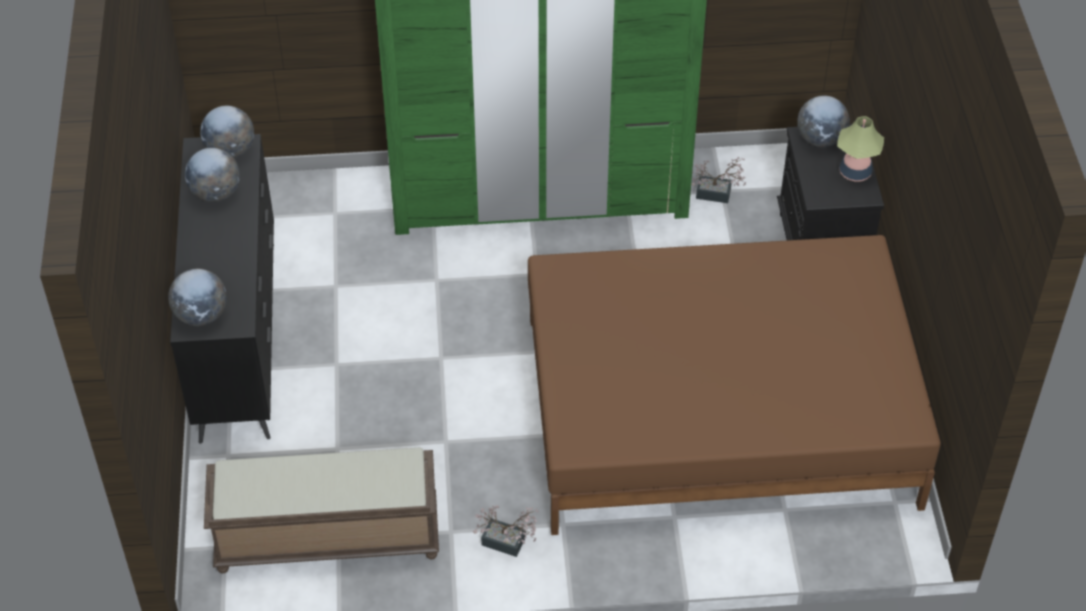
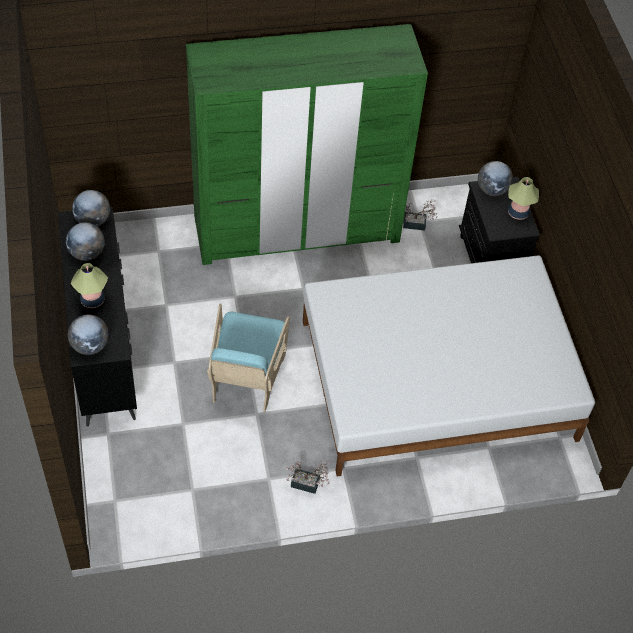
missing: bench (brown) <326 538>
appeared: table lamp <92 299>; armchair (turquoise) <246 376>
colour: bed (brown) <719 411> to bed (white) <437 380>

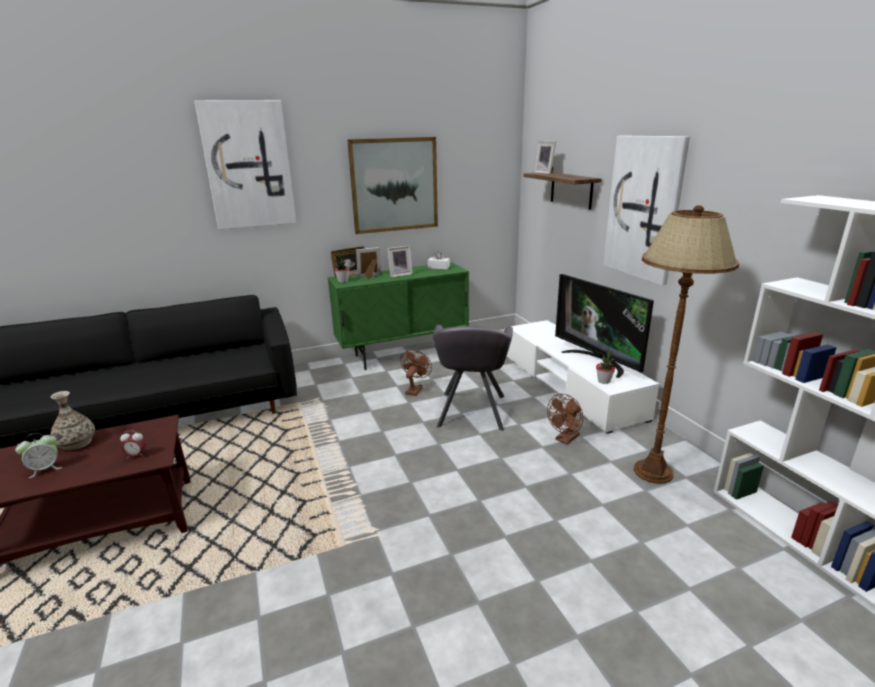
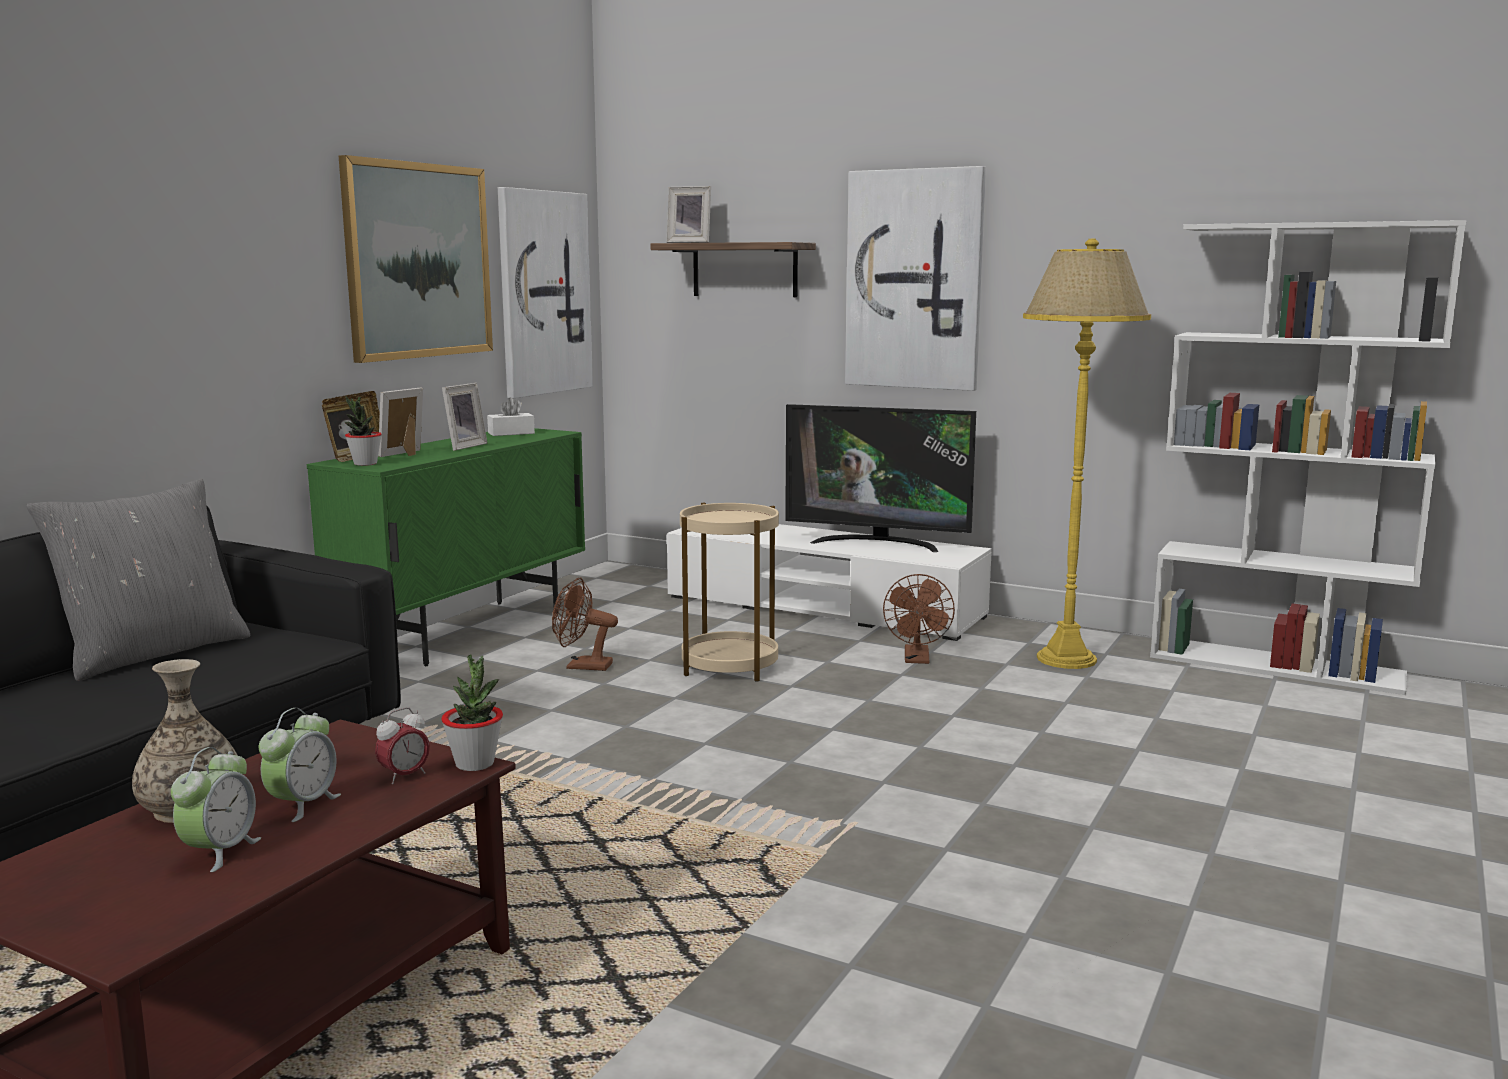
appeared: pillow (grey) <153 652>; alarm clock <303 805>
relocated: potted plant <604 381> to <475 764>; picture <248 165> to <543 293>
exchanged: armchair (grey) <471 411> to side table (beige) <730 666>
colour: floor lamp (brown) <652 472> to floor lamp (yellow) <1066 659>
spun: fan (brown) <415 389> = <582 666> 60 degrees counterclockwise

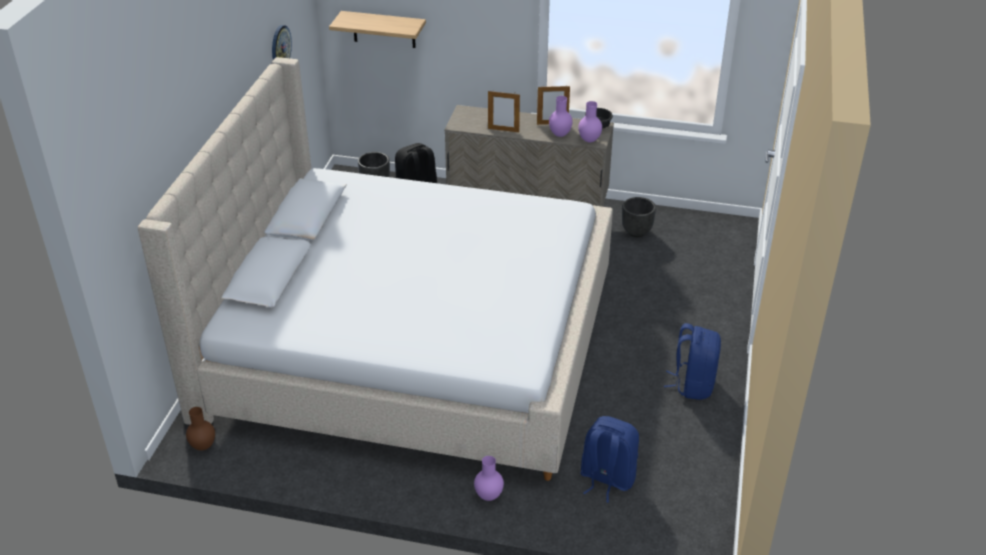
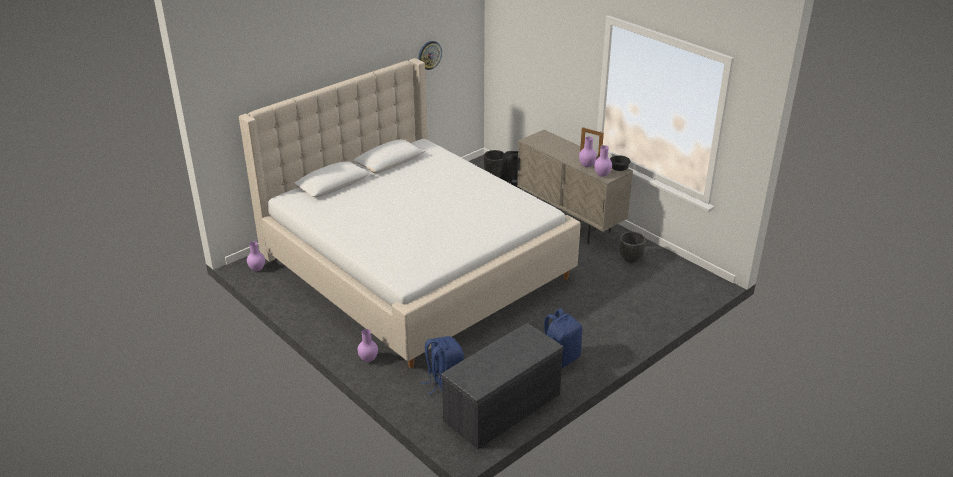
missing: shelf <384 29>; picture frame <503 130>
appeared: bench (grey) <502 408>
colour: vase (brown) <204 446> to vase (purple) <257 269>

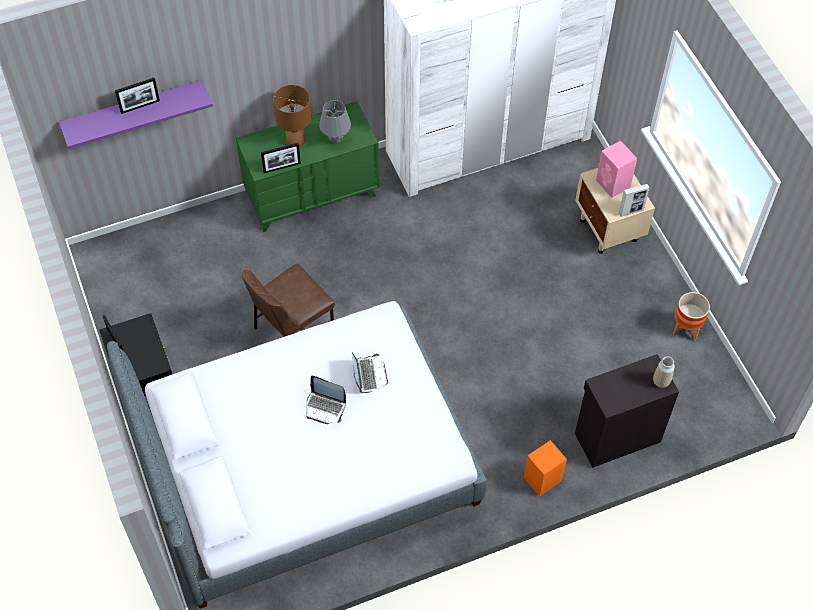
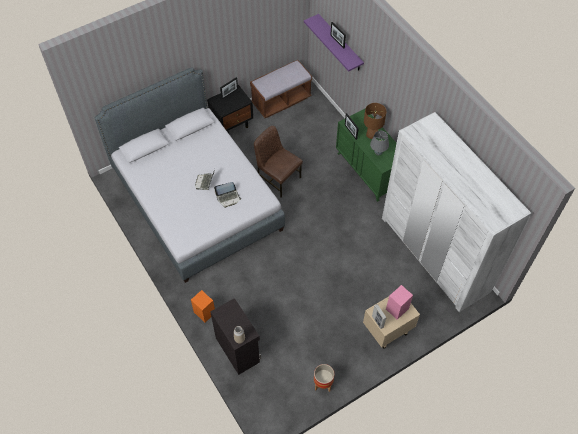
appeared: bench (brown) <281 101>

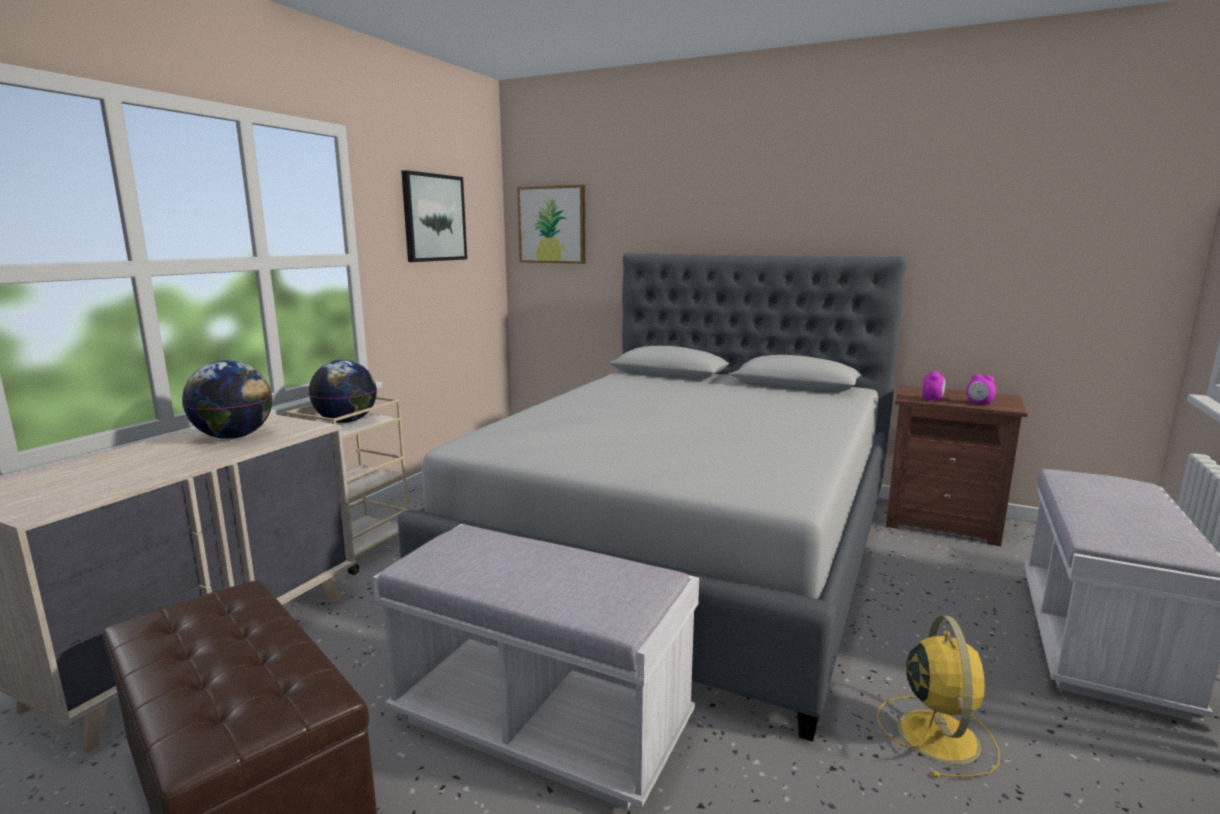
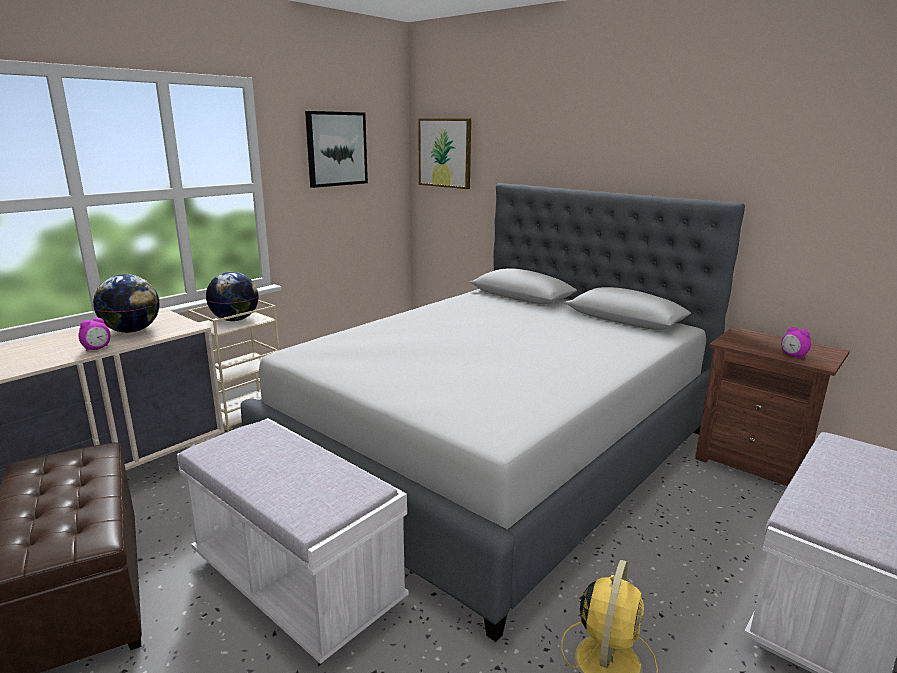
relocated: alarm clock <932 400> to <97 348>

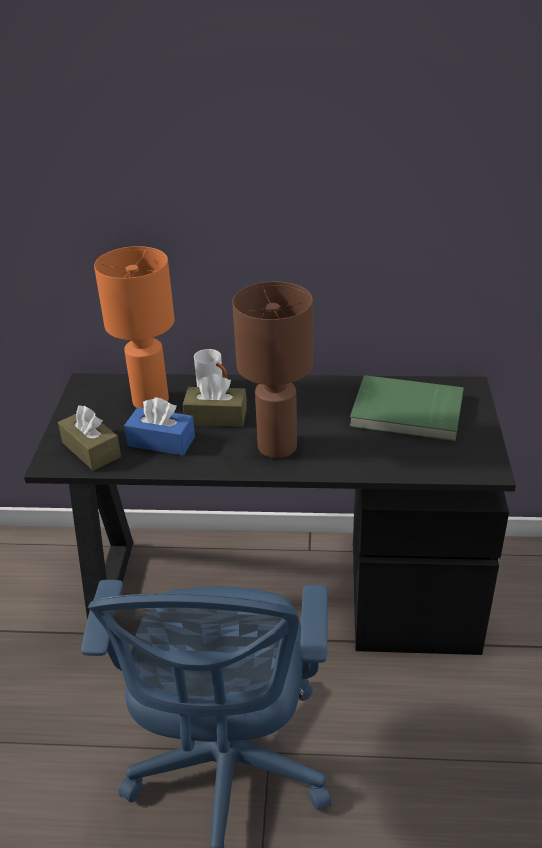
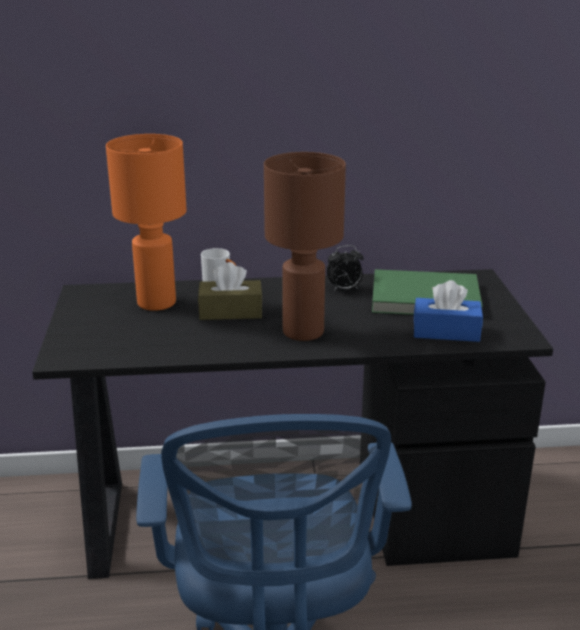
missing: tissue box (brown) <91 449>
appeared: alarm clock <344 289>
relocated: tissue box (blue) <161 441> to <446 332>

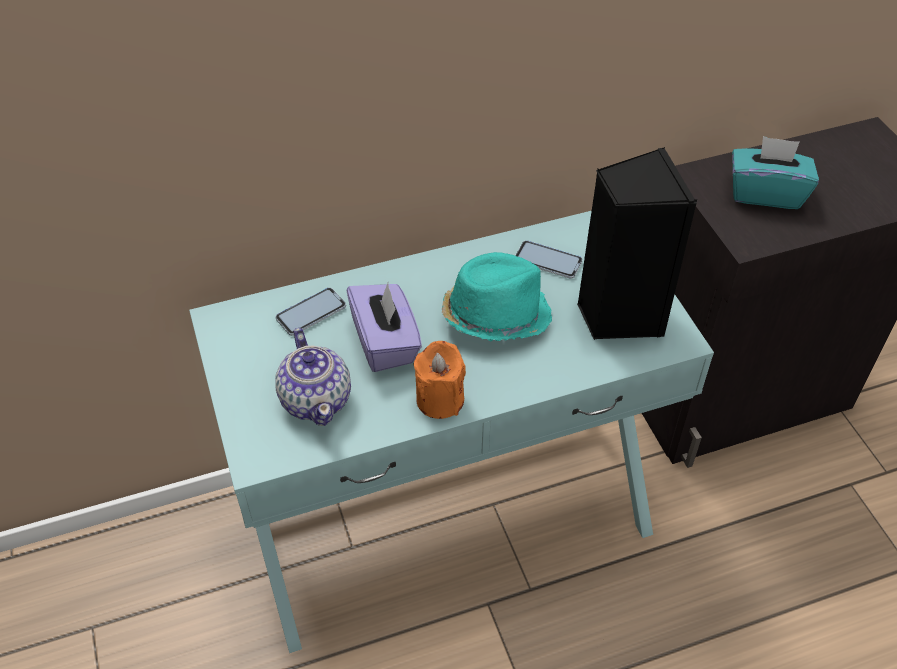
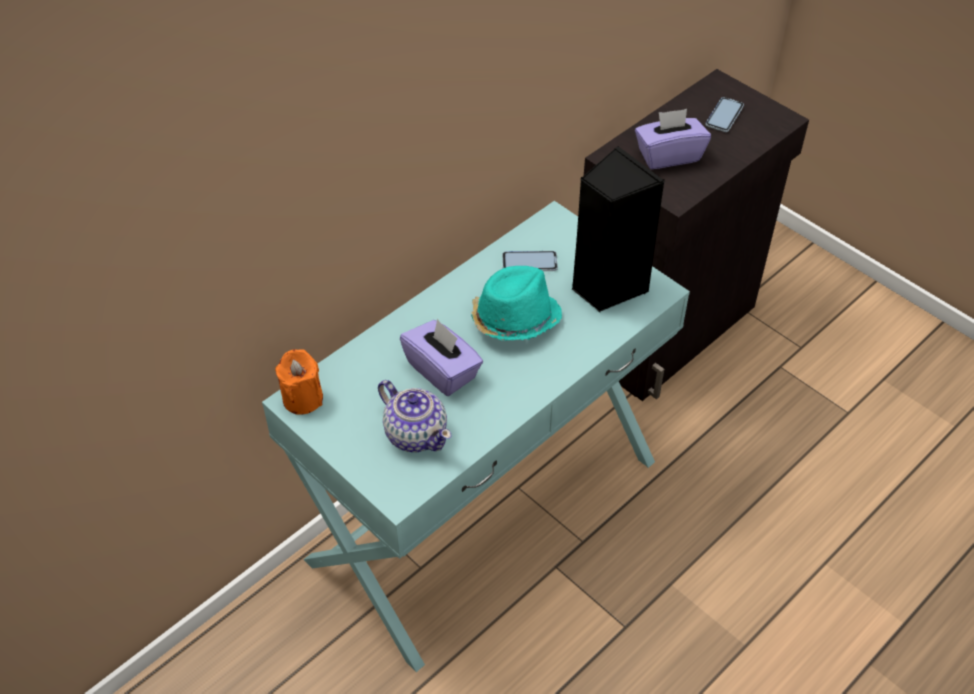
relocated: candle (orange) <440 399> to <302 398>; phone <311 313> to <724 116>
colour: tissue box (turquoise) <765 193> to tissue box (purple) <668 155>

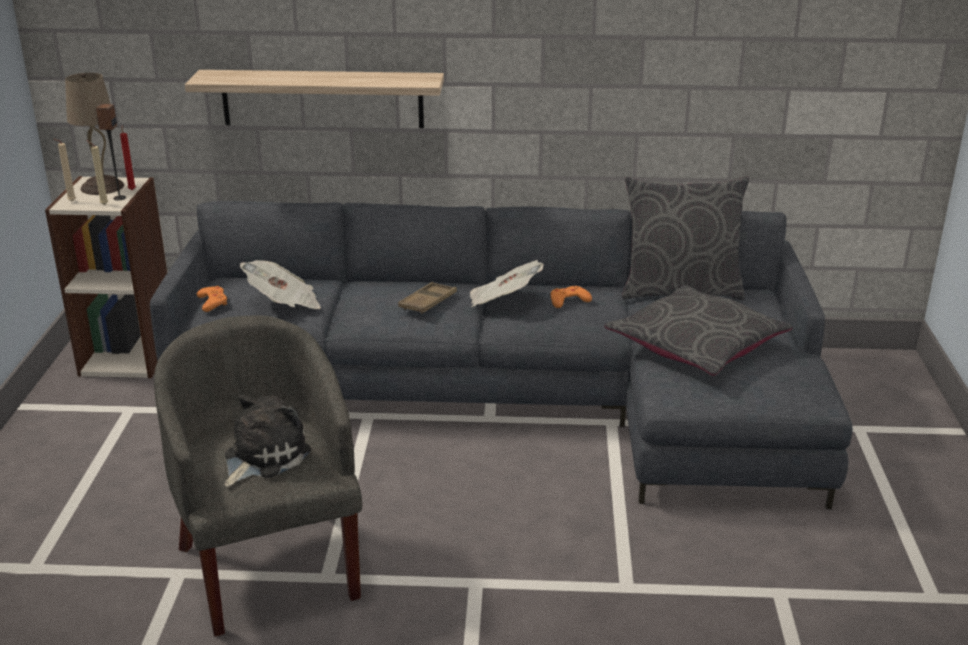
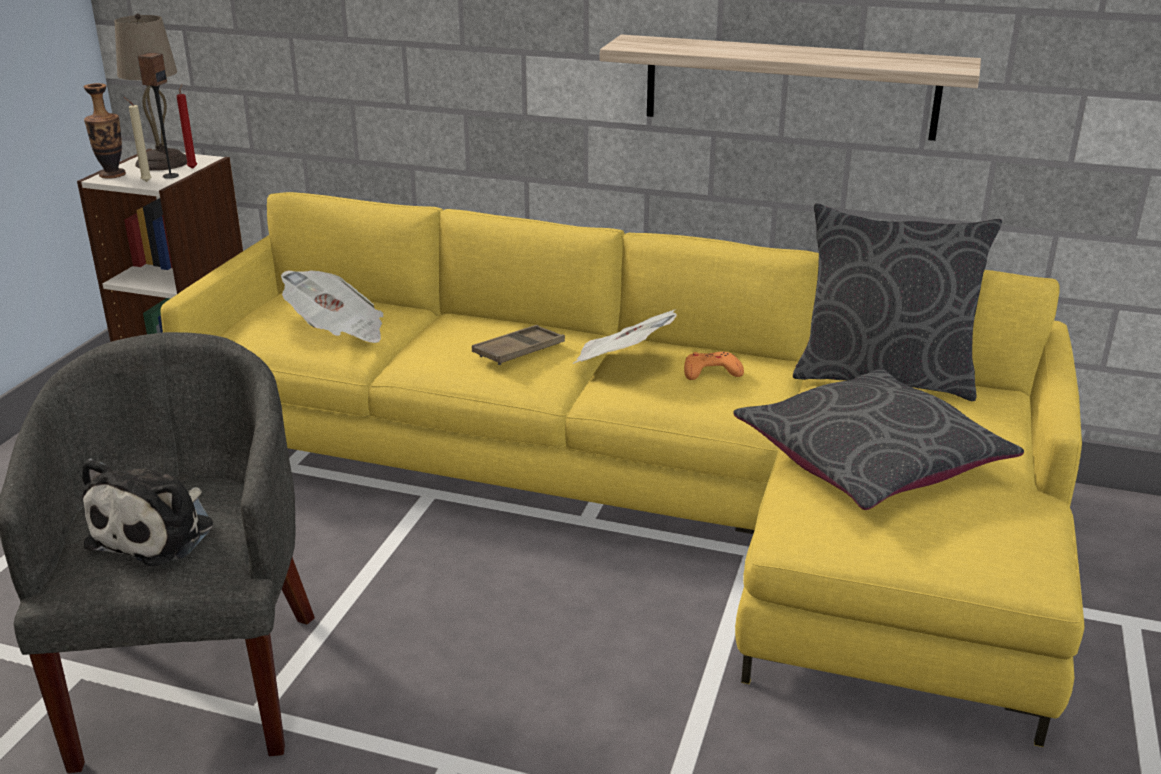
missing: game controller (orange) <212 302>
relocated: shelf <322 98> to <790 87>
exchanged: candle (beige) <70 201> to vase <112 175>
colour: sofa (grey) <520 398> to sofa (yellow) <641 498>
spun: plush toy <263 456> = <157 532> 150 degrees clockwise

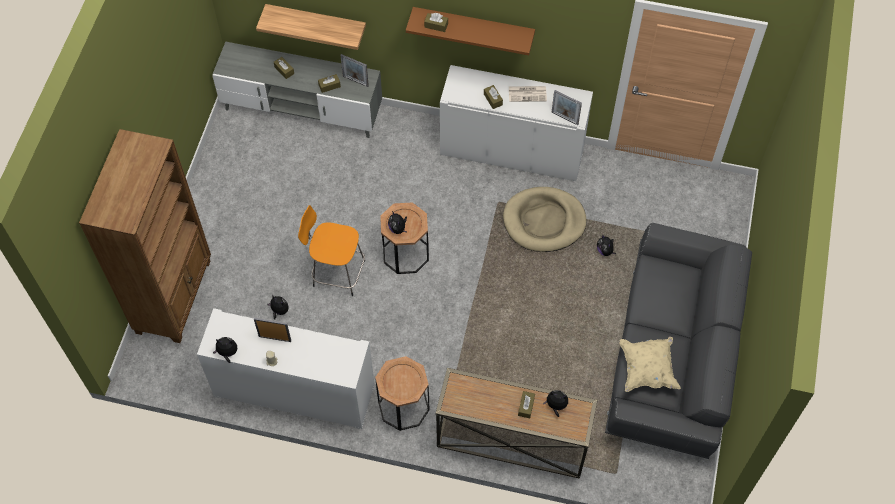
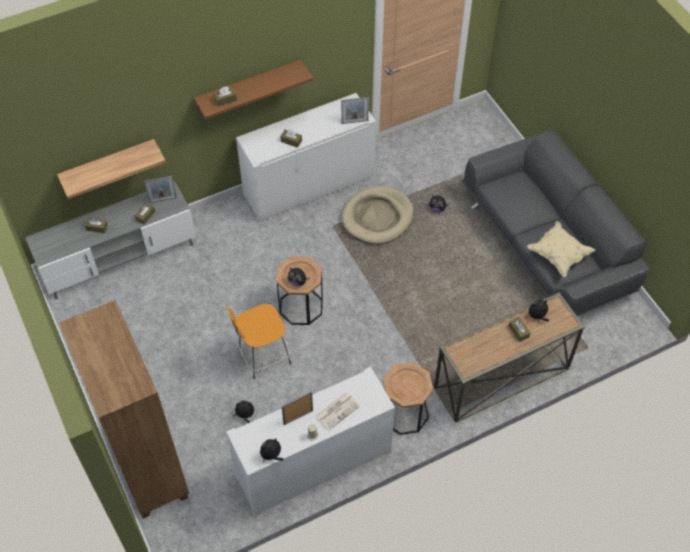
relocated: newspaper <528 94> to <337 410>

